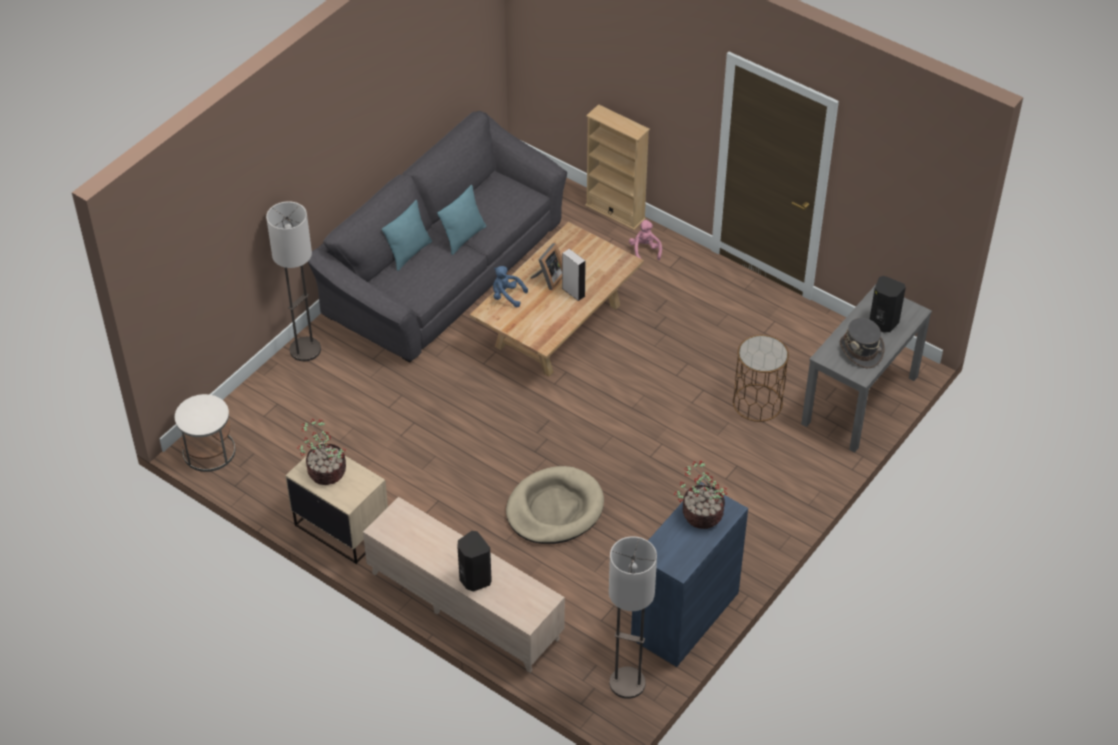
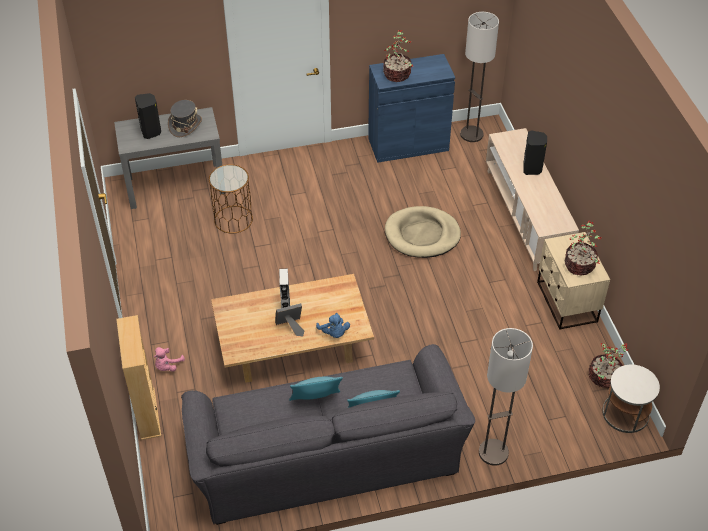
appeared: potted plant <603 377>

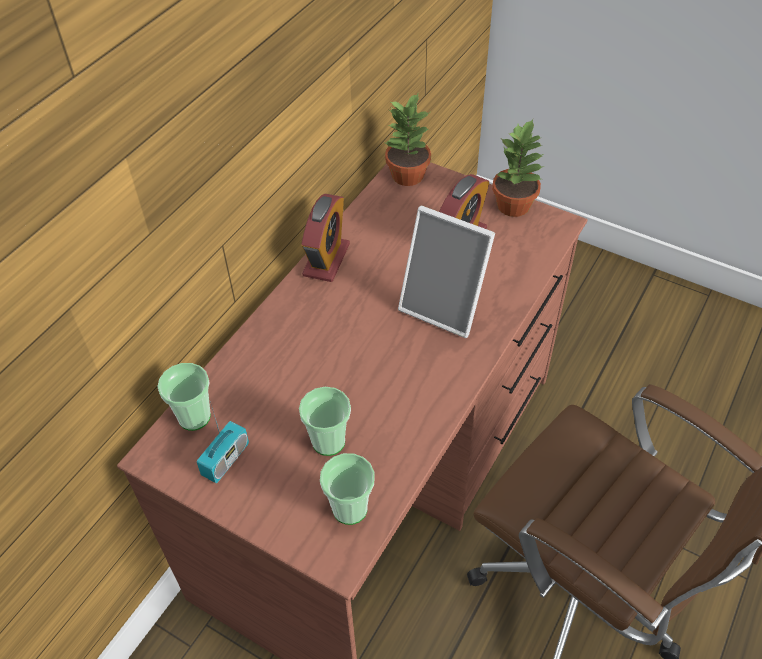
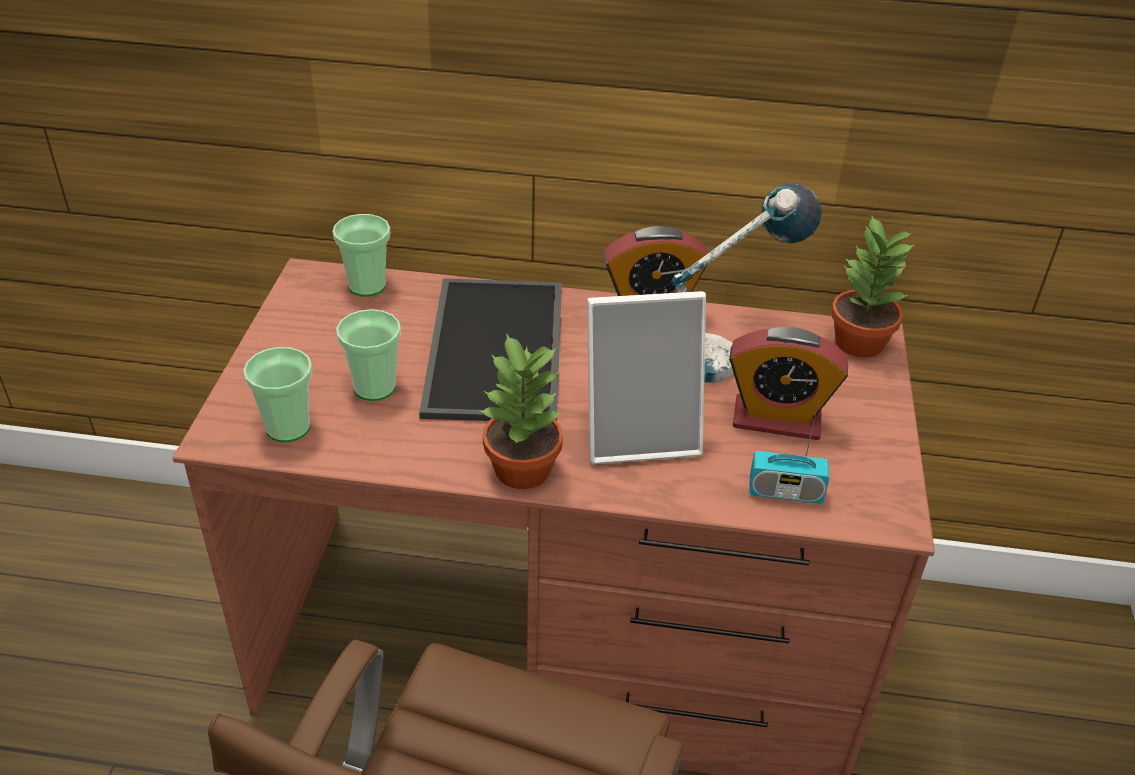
appeared: tray <492 347>; table lamp <728 353>
relocated: potted plant <514 205> to <523 471>; radio <226 460> to <785 492>
spun: picture frame <445 306> = <640 433> 105 degrees counterclockwise

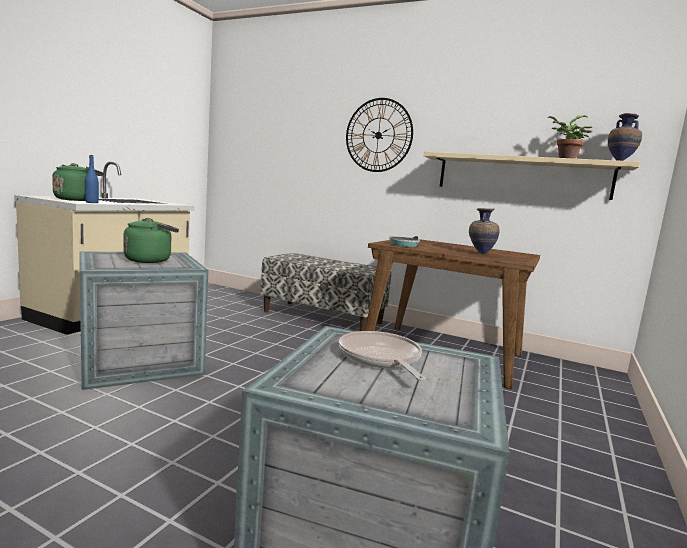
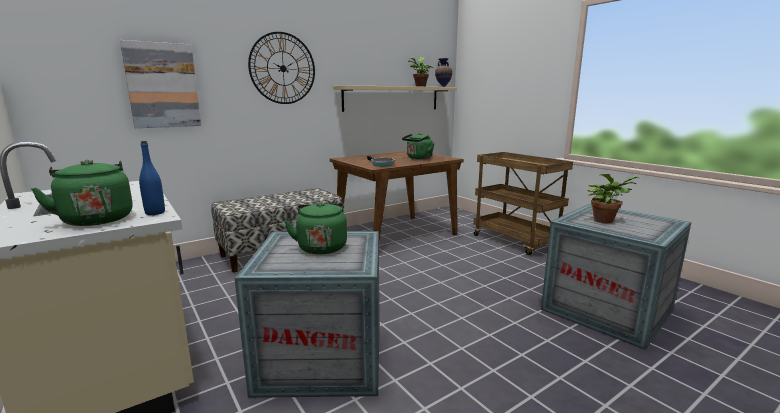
appeared: picture <162 85>; cart (brown) <516 241>
exchanged: vase <480 254> to kettle (green) <418 158>; frying pan <381 358> to potted plant <605 220>

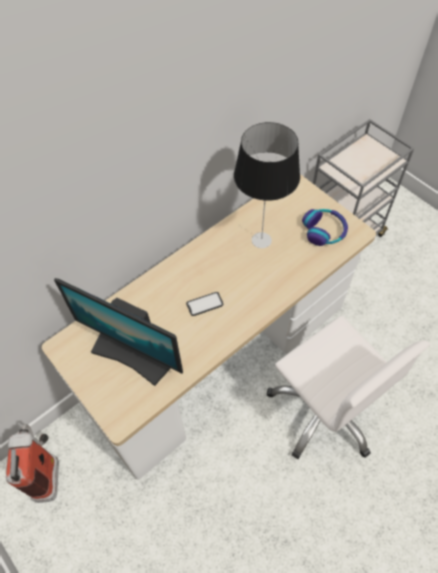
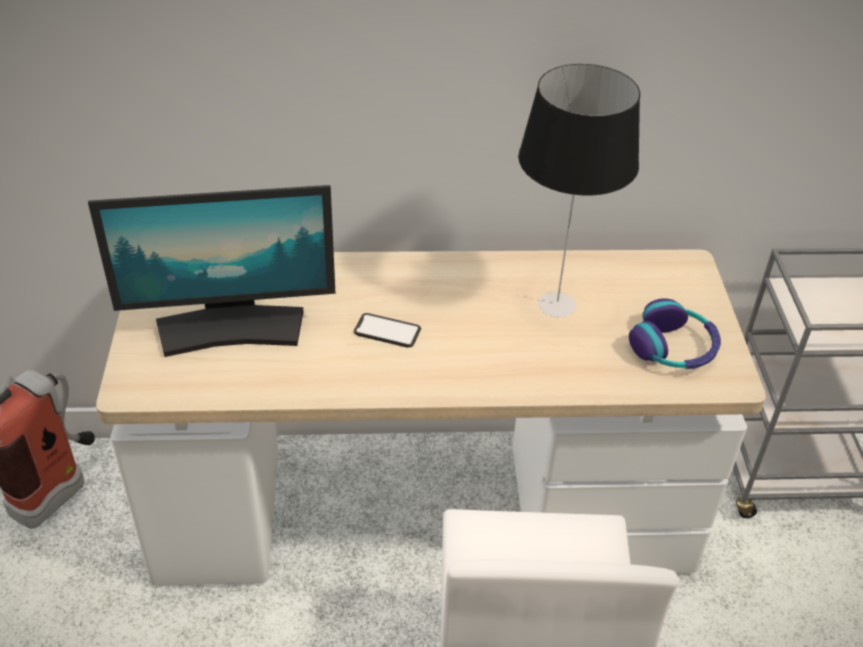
spun: monitor <133 353> = <231 328> 75 degrees counterclockwise

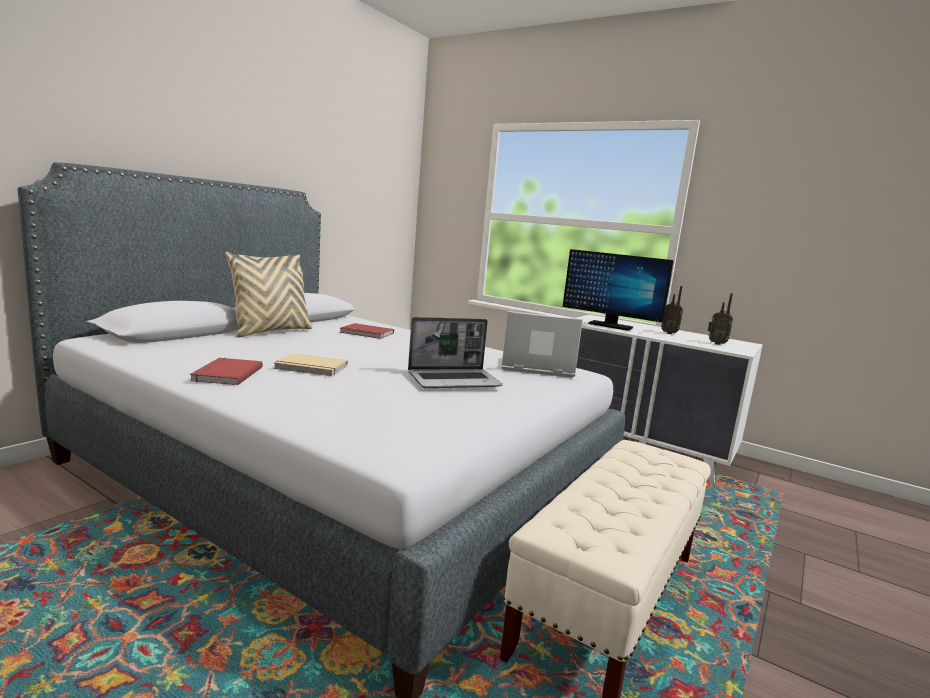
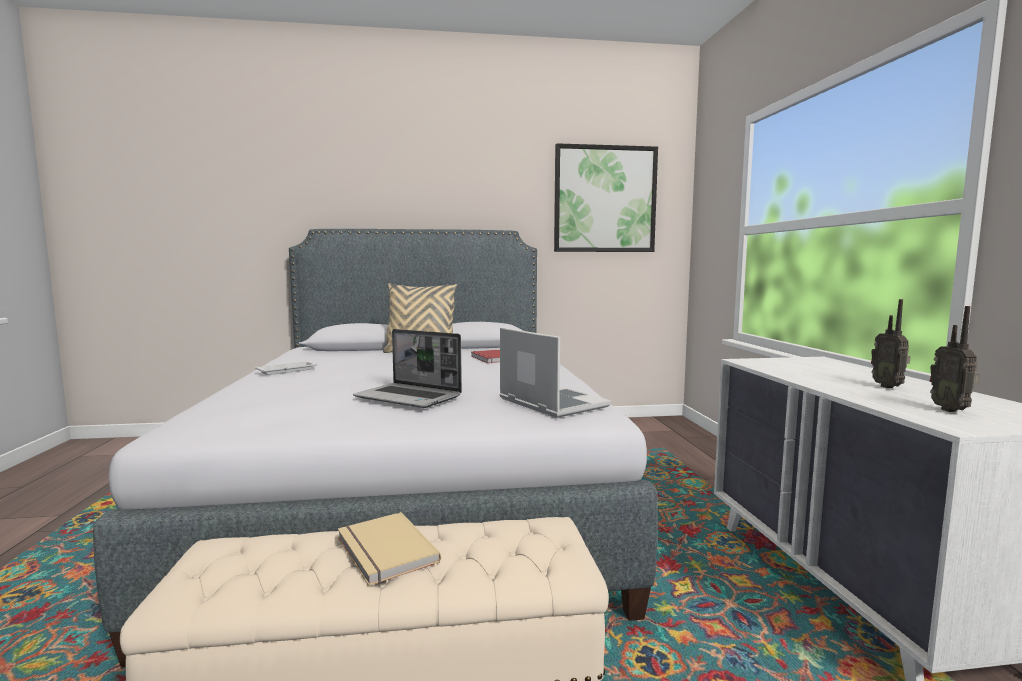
missing: monitor <610 325>
appeared: picture <605 199>
relocated: book (beige) <311 368> to <383 551>
exchanged: book (red) <225 374> to tray (white) <288 371>

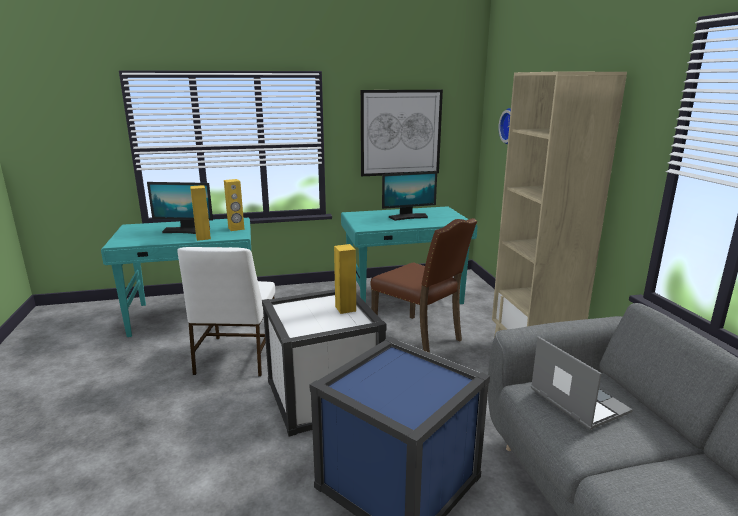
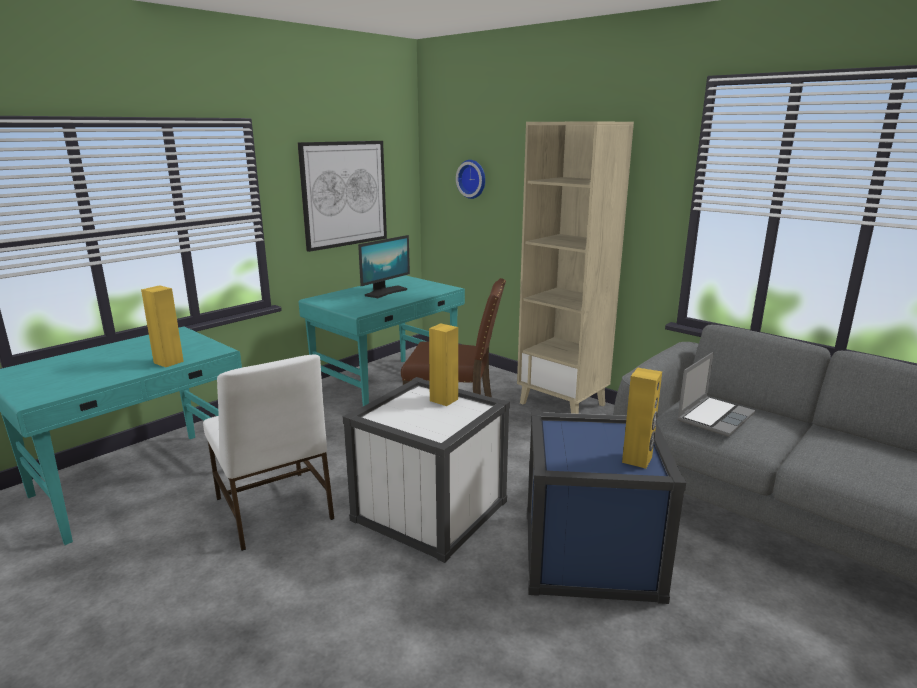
missing: monitor <184 231>
relocated: speaker (yellow) <236 228> to <637 459>
spun: laptop <576 401> = <714 417> 105 degrees clockwise

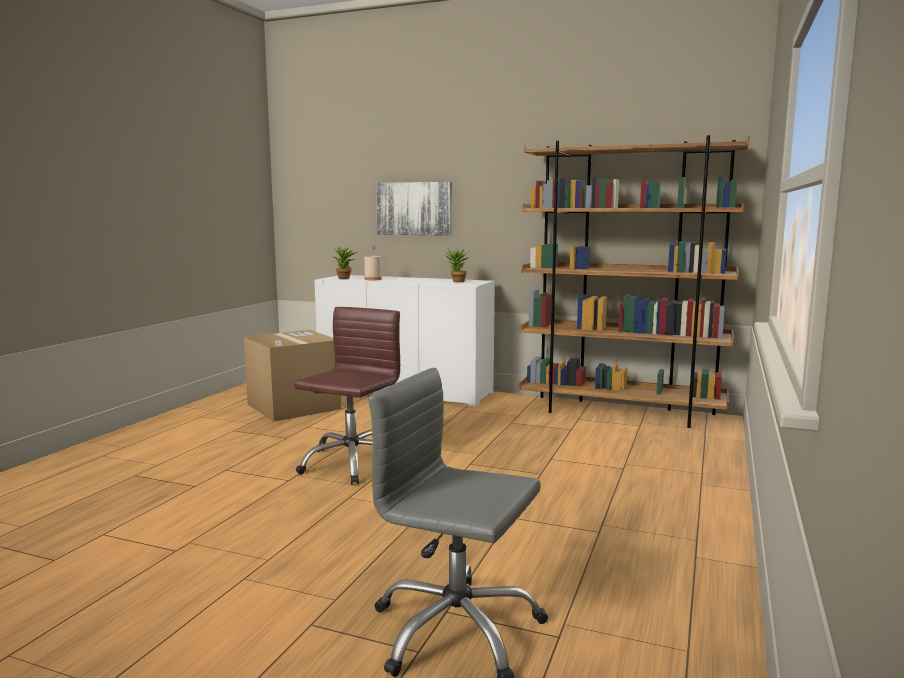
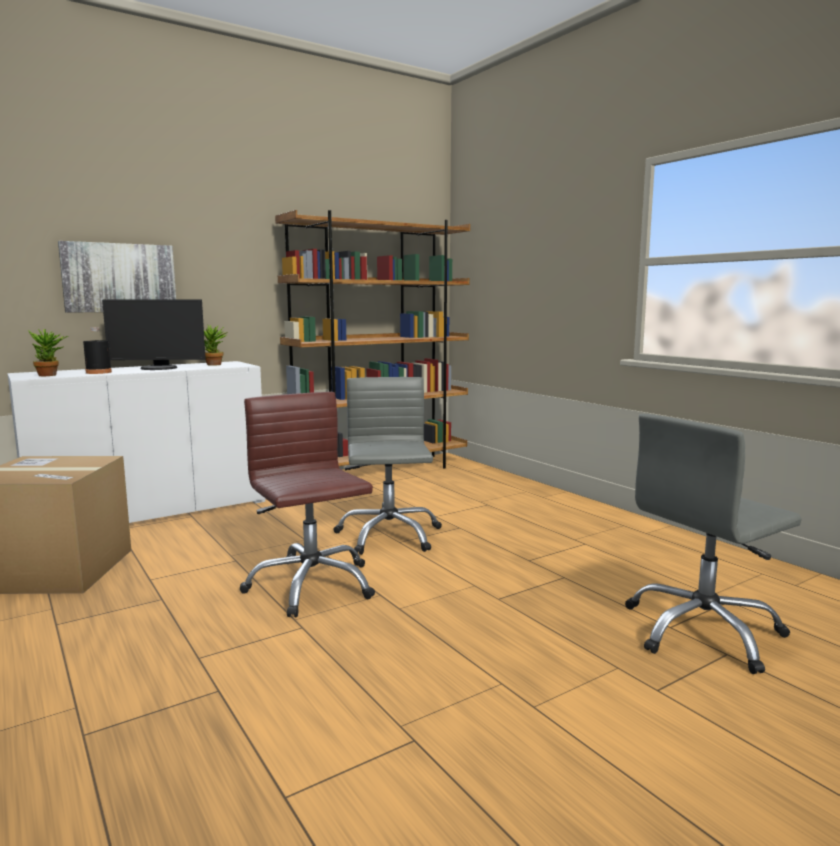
appeared: monitor <158 368>; office chair (grey) <388 535>
colour: bottle (beige) <373 279> to bottle (black) <98 372>

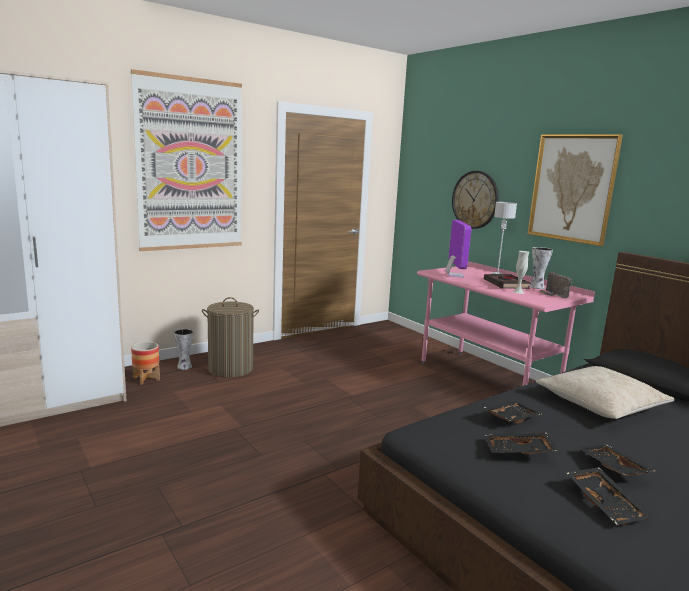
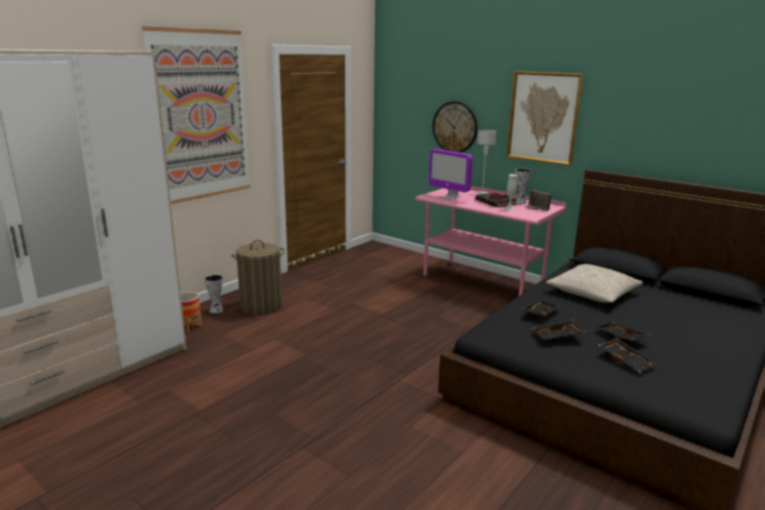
spun: monitor <454 275> = <449 198> 150 degrees clockwise

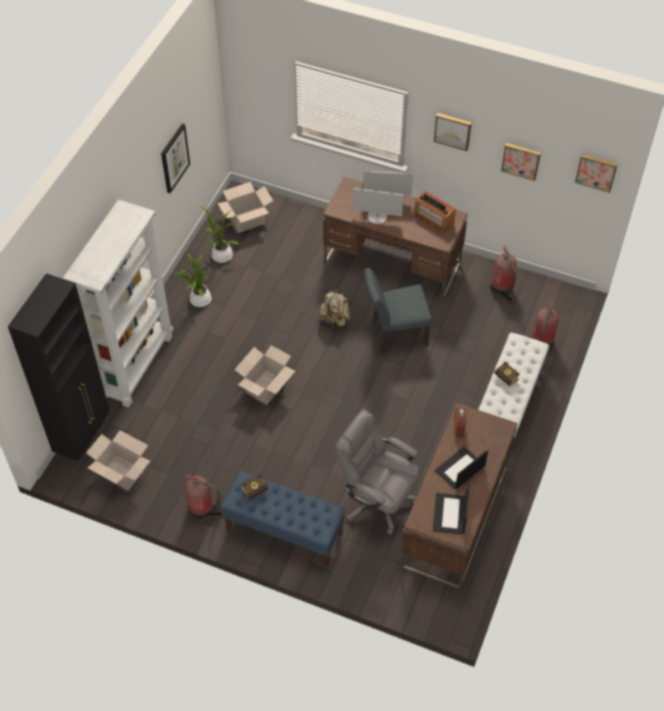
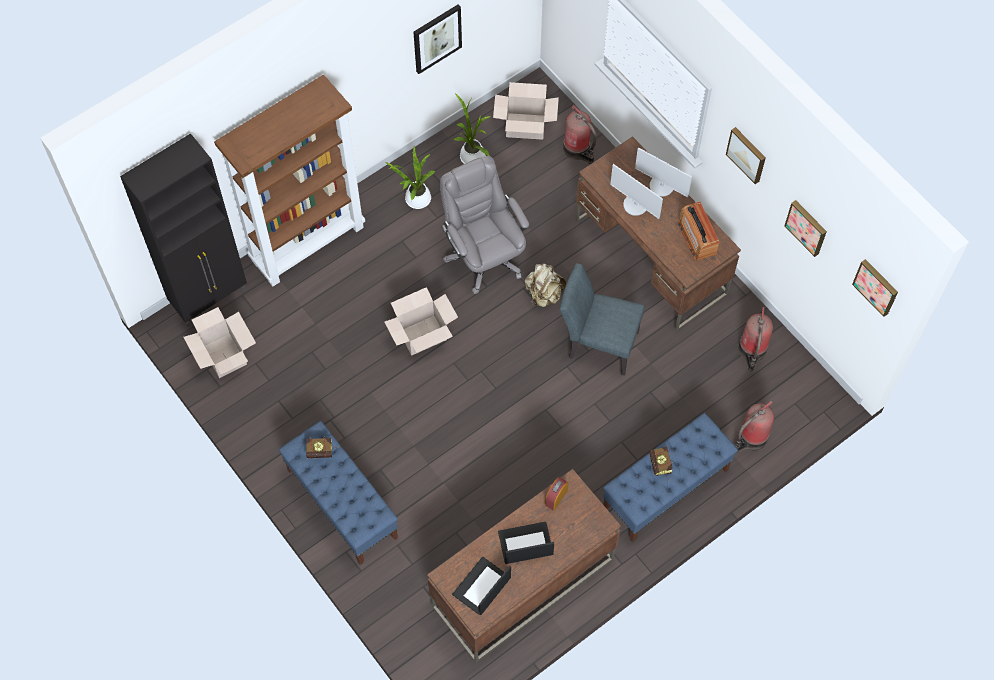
relocated: office chair (grey) <377 500> to <484 256>; fire extinguisher <203 510> to <578 150>
colour: bookcase (white) <136 365> to bookcase (brown) <308 243>; bench (white) <508 404> to bench (blue) <665 489>

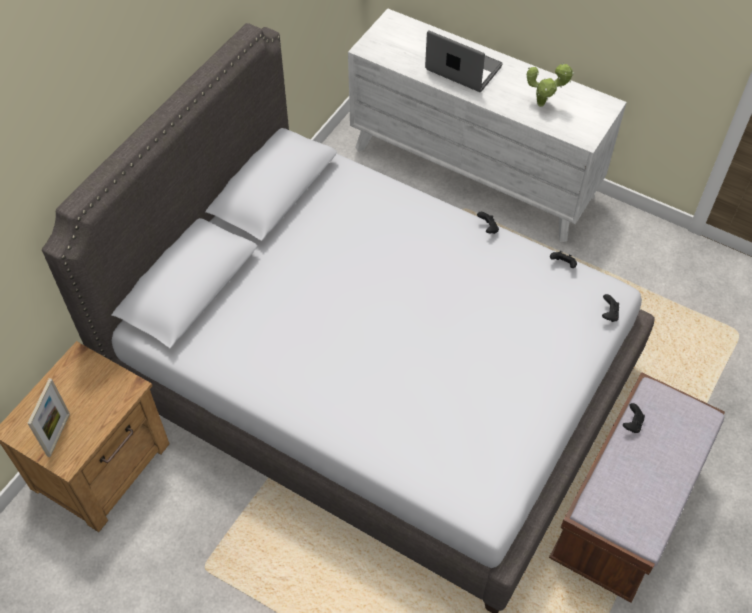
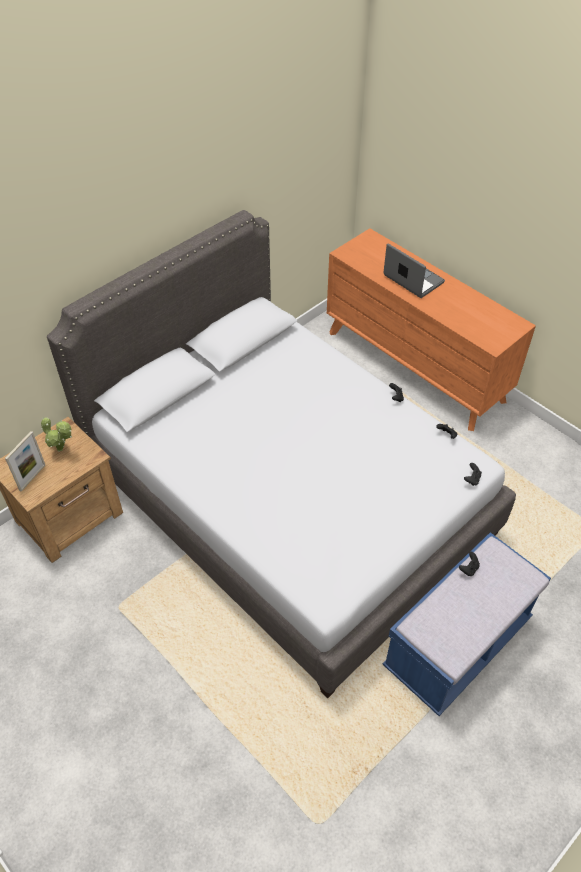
relocated: potted plant <543 104> to <62 450>
colour: dresser (white) <473 172> to dresser (orange) <415 366>; bench (brown) <623 510> to bench (blue) <456 644>

